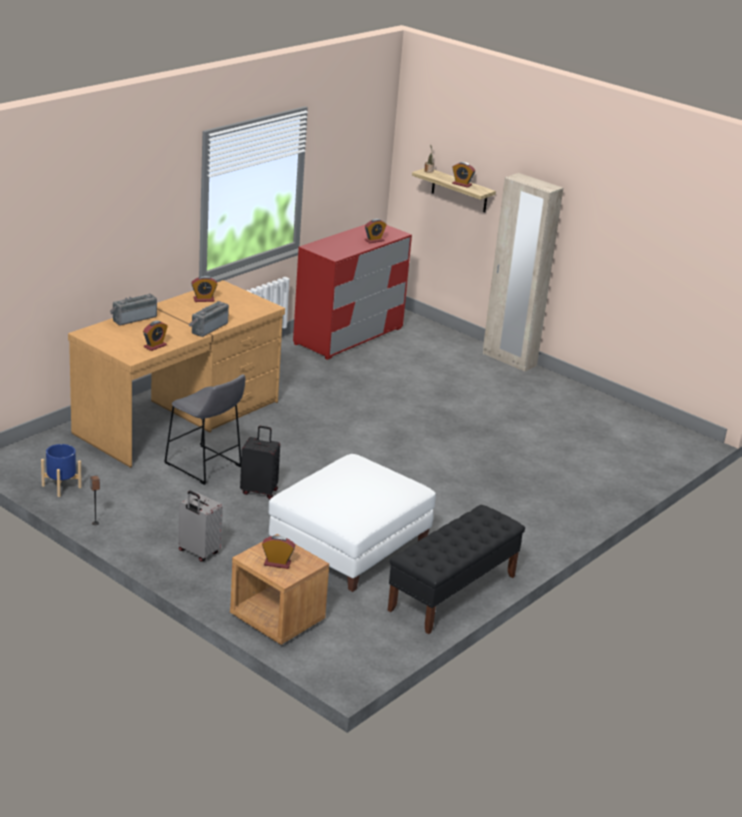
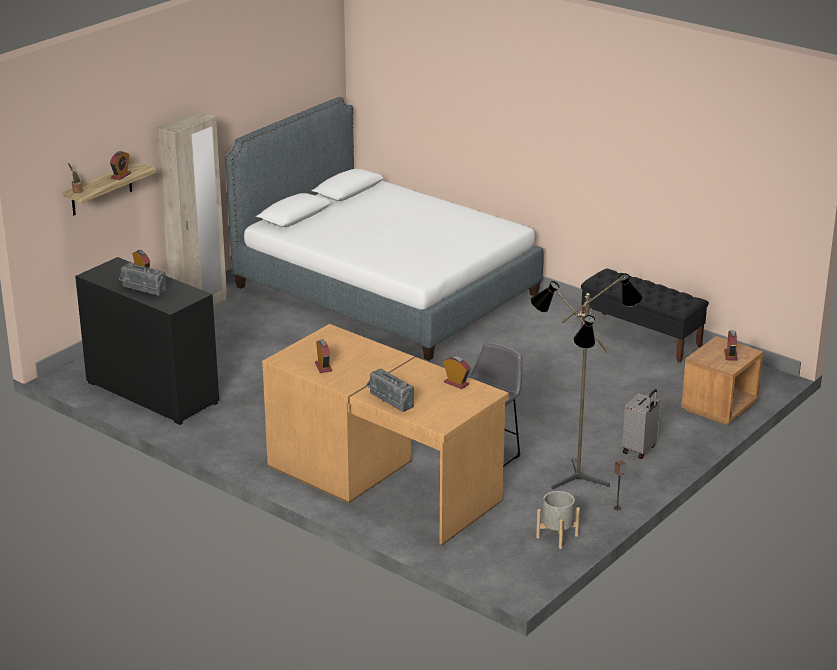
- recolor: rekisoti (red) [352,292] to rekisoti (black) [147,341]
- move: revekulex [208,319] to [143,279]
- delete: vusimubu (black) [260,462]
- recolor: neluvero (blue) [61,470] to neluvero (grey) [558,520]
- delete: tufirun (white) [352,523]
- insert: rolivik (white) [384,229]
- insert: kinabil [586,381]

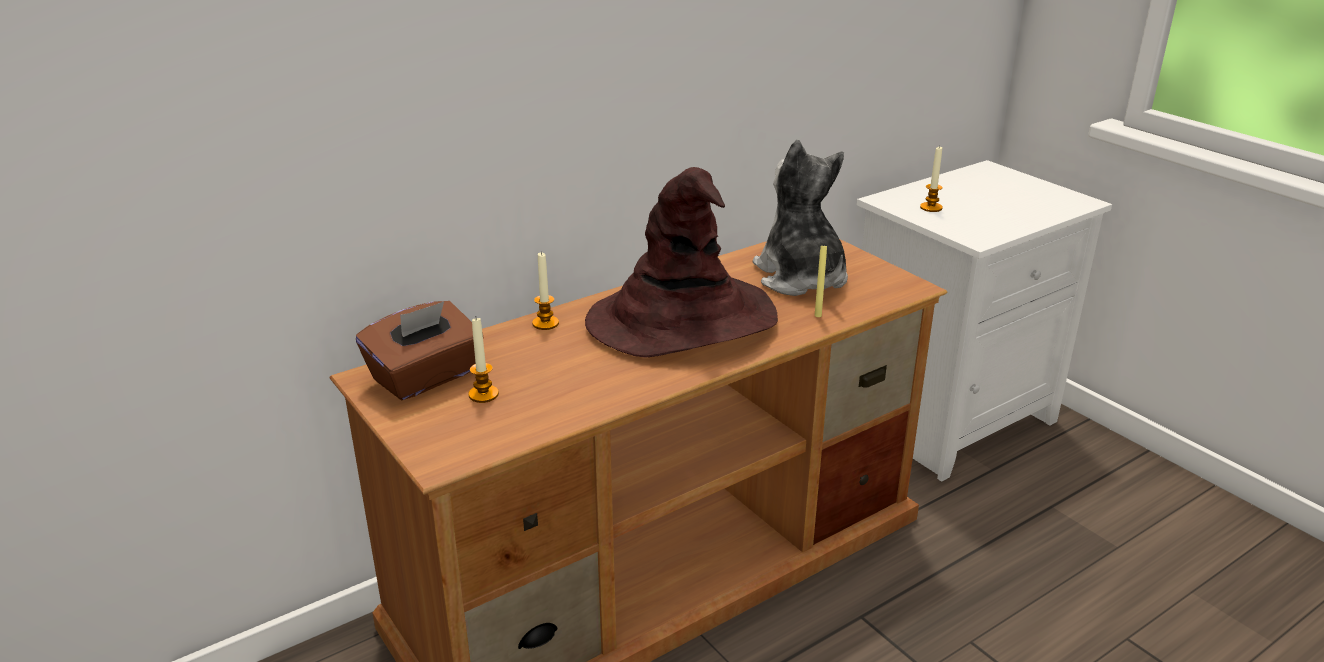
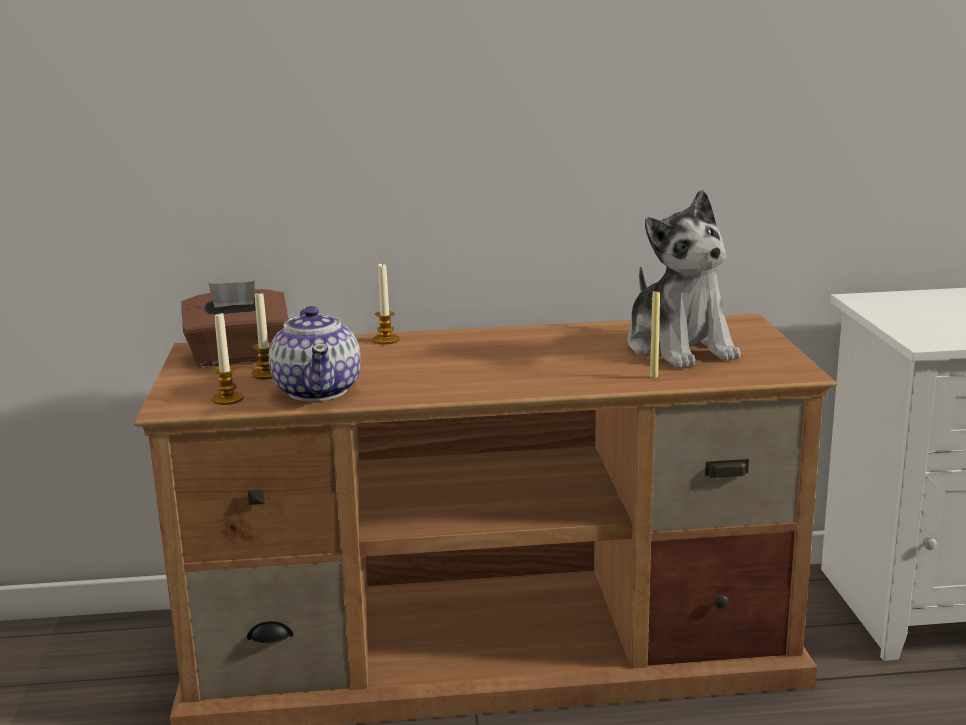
- rotate: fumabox [800,217] = [684,279] 150 degrees clockwise
- move: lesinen [931,178] to [227,358]
- delete: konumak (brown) [681,262]
- insert: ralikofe [315,353]

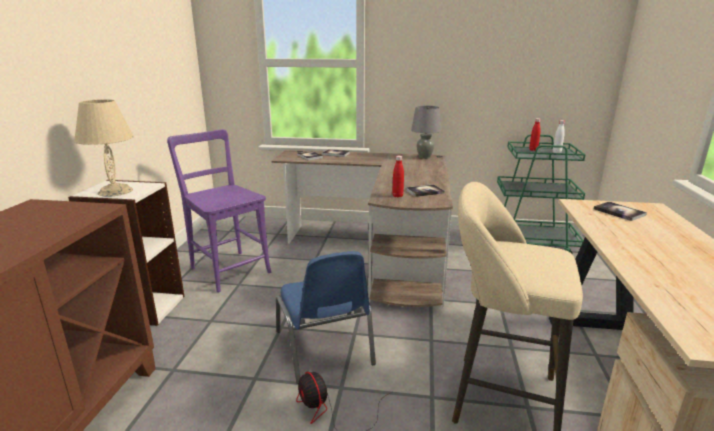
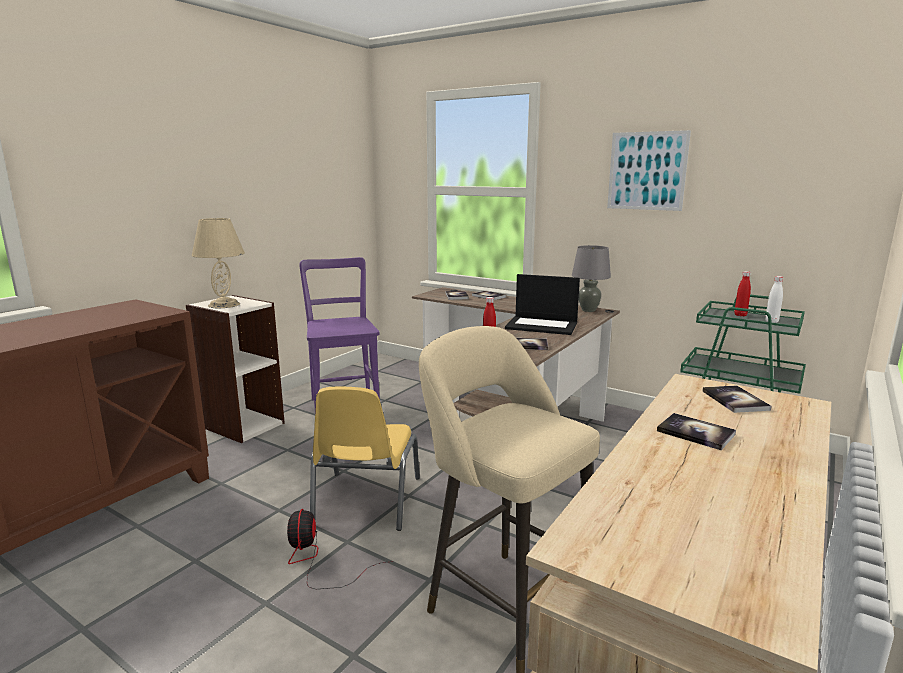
- recolor: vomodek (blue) [326,317] to vomodek (yellow) [365,459]
- insert: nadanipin [649,170]
- insert: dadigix [542,304]
- insert: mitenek [696,431]

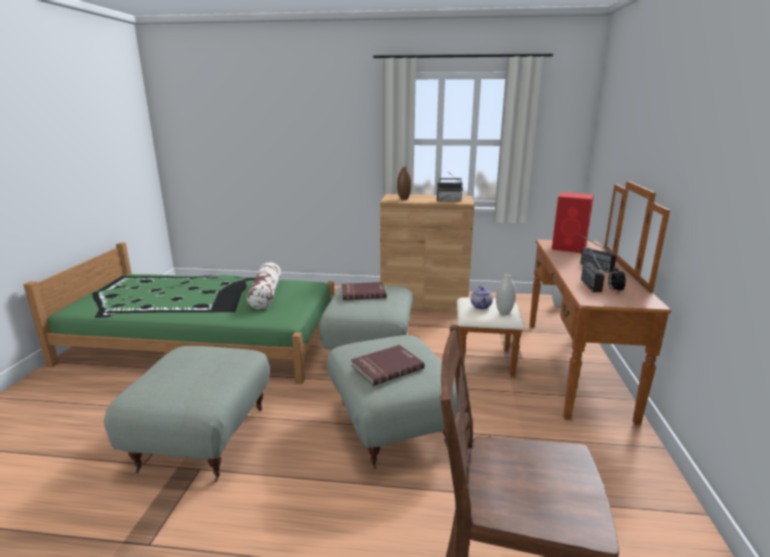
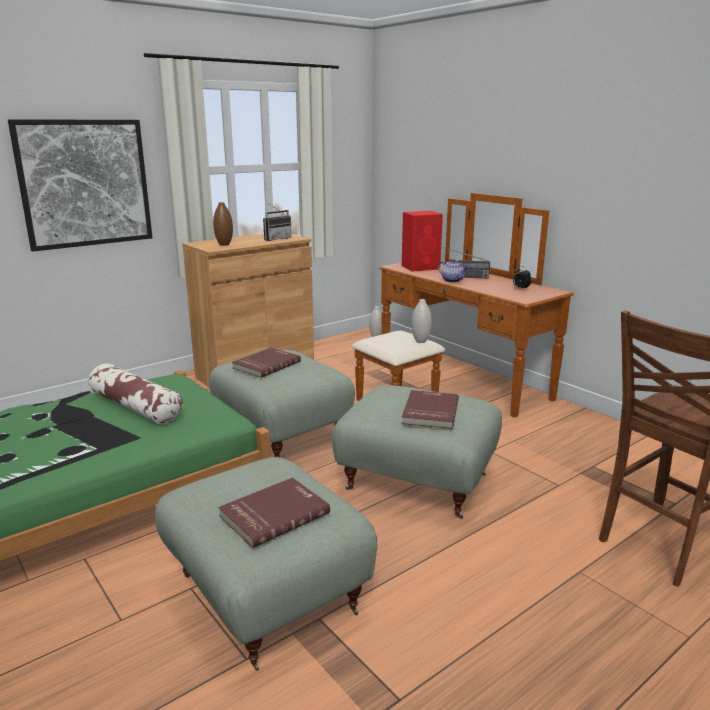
- delete: revekulex [593,268]
- move: ralikofe [482,297] to [453,271]
- insert: nadanipin [80,186]
- insert: mitenek (red) [274,512]

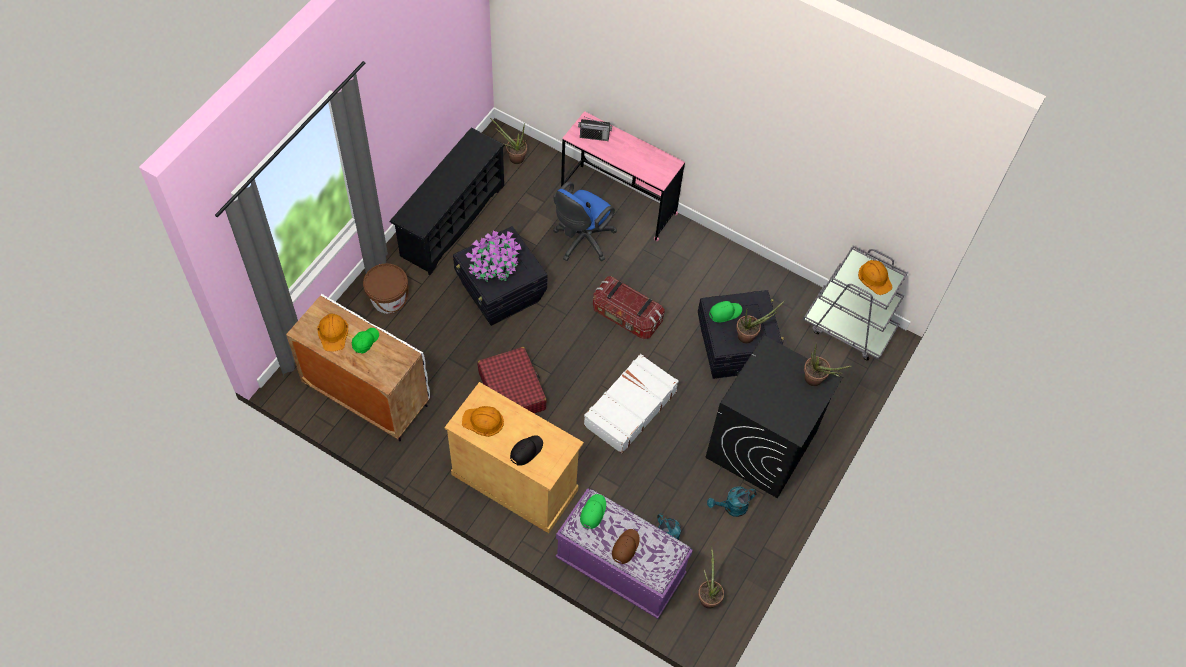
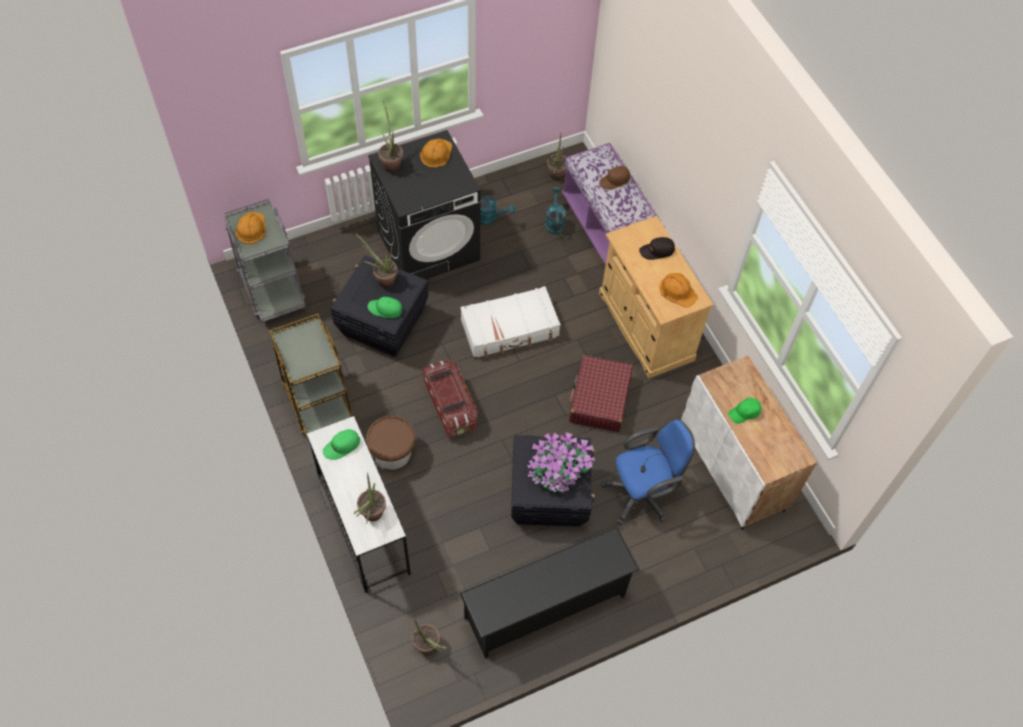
- recolor: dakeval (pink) [623,176] to dakeval (white) [359,504]
- replace: revekulex [595,129] to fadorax [370,498]
- move: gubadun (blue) [585,221] to [648,472]
- move: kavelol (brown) [386,288] to [390,442]
- move: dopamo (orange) [332,332] to [436,153]
- move: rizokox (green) [593,511] to [341,444]
- insert: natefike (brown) [311,376]

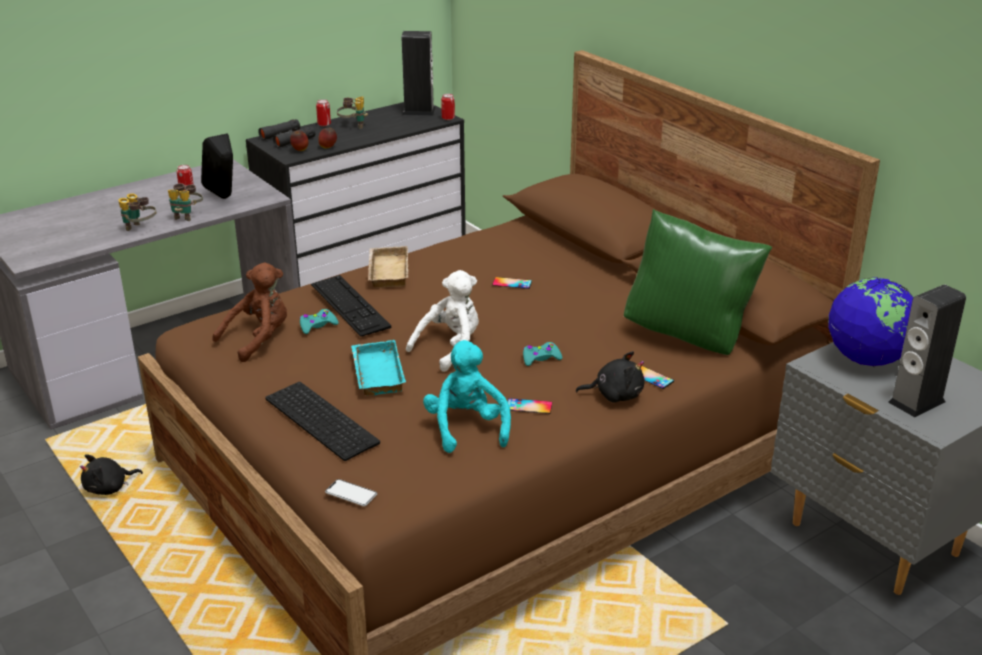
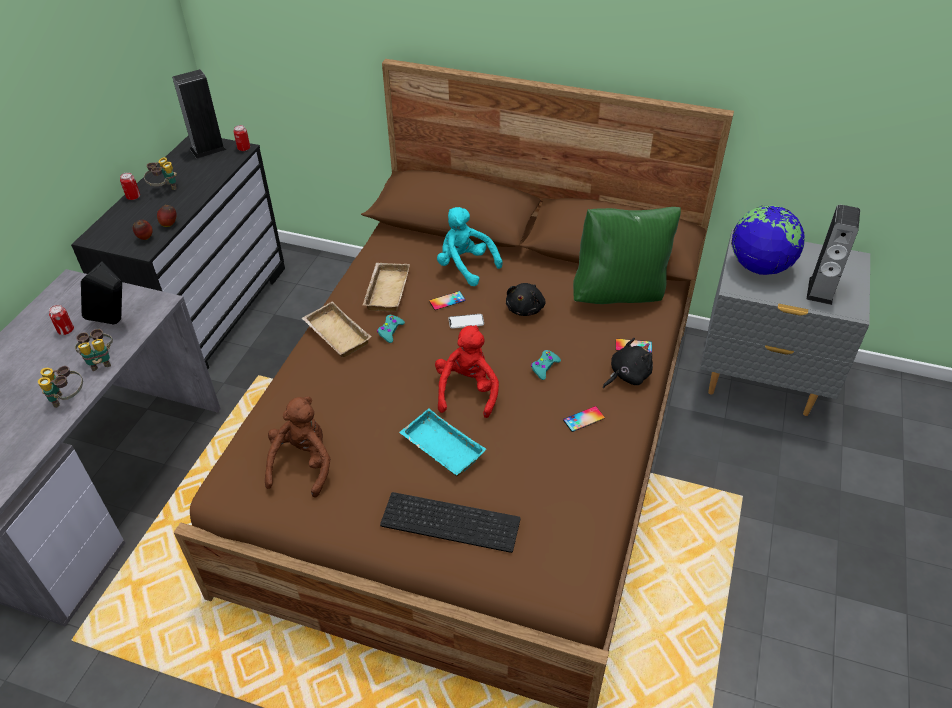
- delete: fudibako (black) [286,133]
- recolor: fumabox (white) [442,321] to fumabox (red) [467,371]
- delete: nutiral [351,306]
- move: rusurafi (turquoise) [319,321] to [391,329]
- move: fumabox (turquoise) [467,396] to [470,246]
- move: fumabox (black) [111,474] to [526,299]
- move: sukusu [351,492] to [466,321]
- insert: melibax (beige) [386,287]

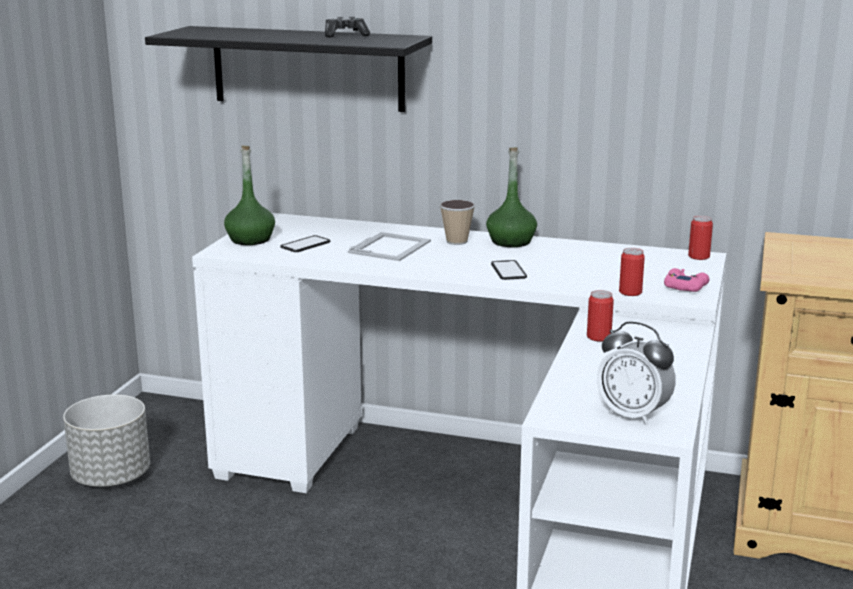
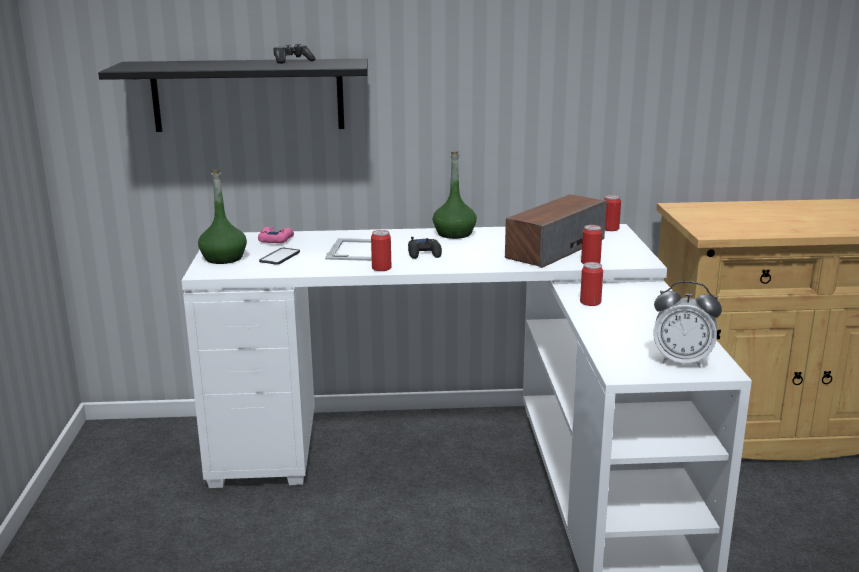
- delete: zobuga [457,222]
- delete: sukusu [509,270]
- move: rusurafi (pink) [686,280] to [276,235]
- delete: neluvero (grey) [106,441]
- insert: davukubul [556,231]
- insert: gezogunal [381,250]
- insert: rusurafi (black) [425,248]

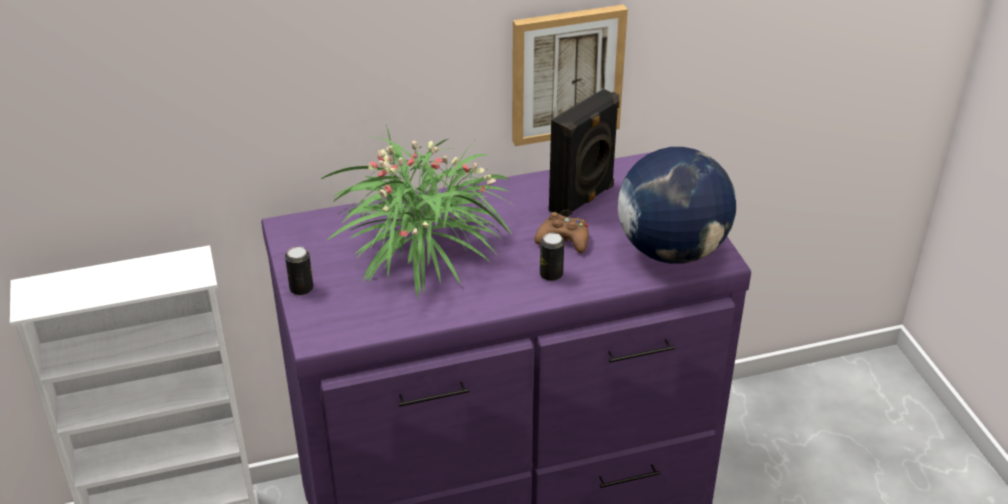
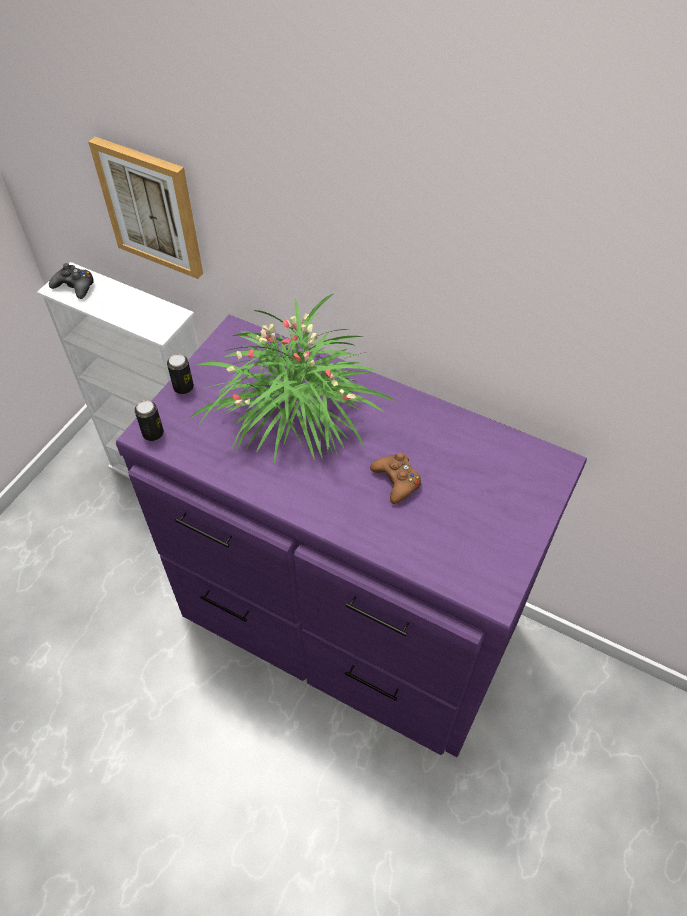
- move: nadanipin [570,75] to [145,208]
- delete: davukubul (black) [584,153]
- delete: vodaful [677,205]
- move: gezogunal [552,257] to [149,420]
- insert: rusurafi (black) [71,281]

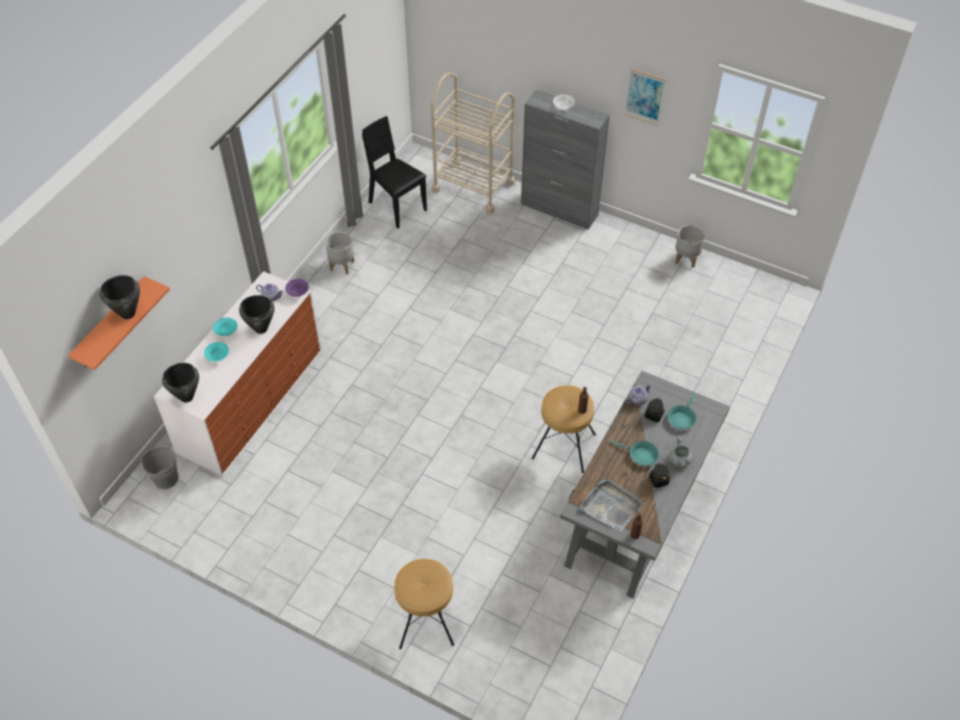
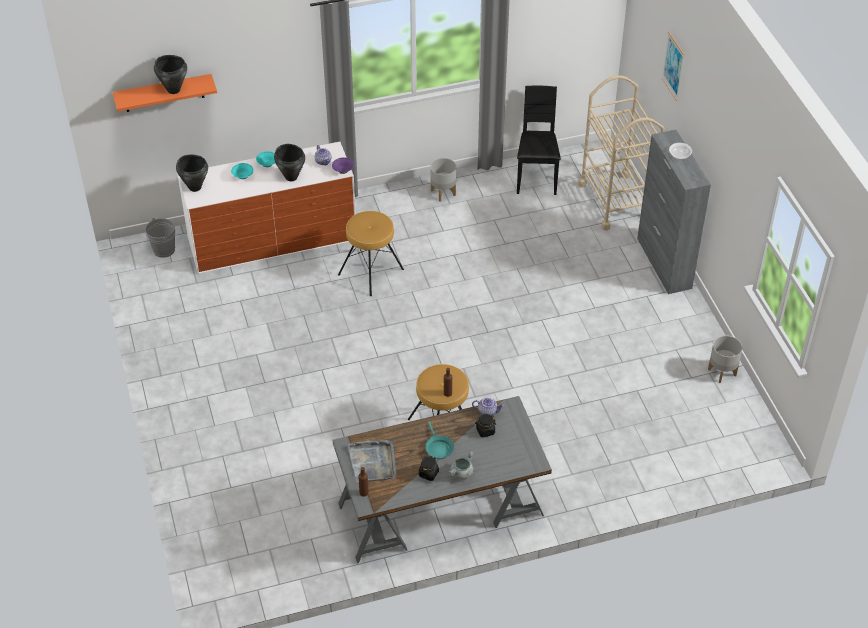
- move: nadanipin [645,97] to [673,66]
- delete: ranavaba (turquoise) [682,411]
- move: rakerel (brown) [424,604] to [371,253]

